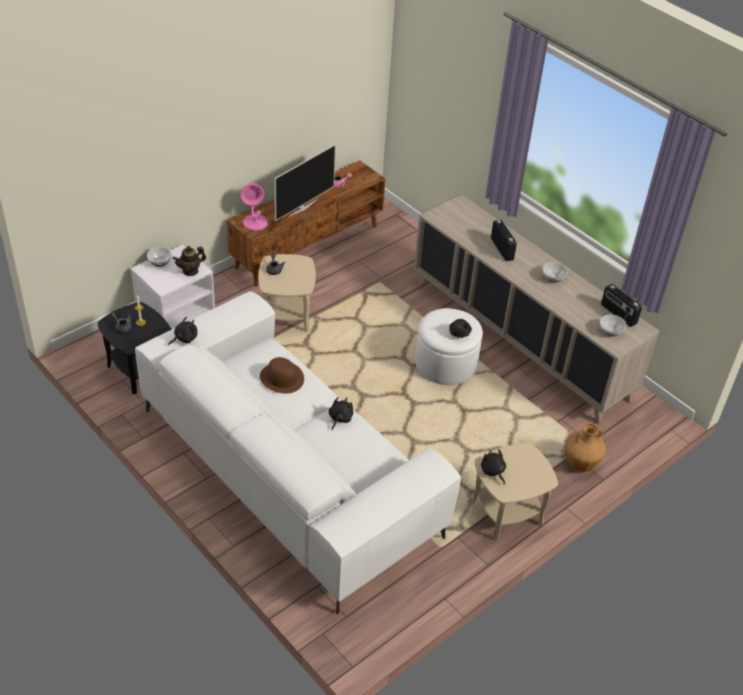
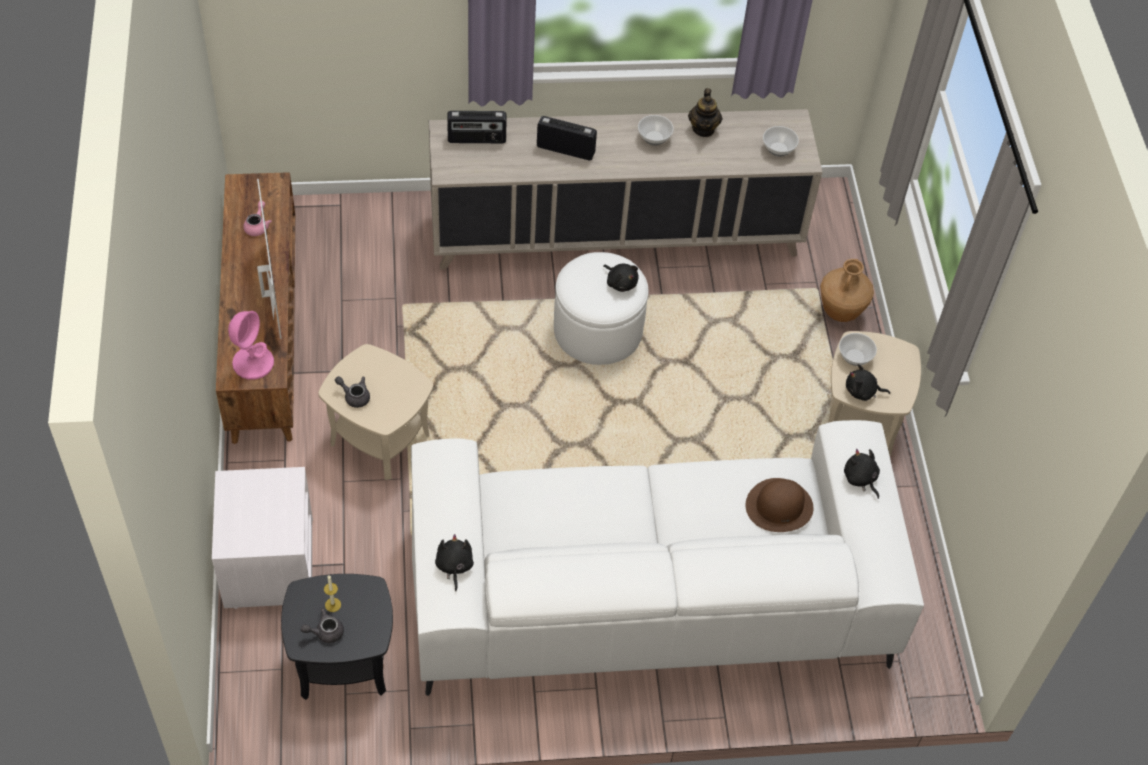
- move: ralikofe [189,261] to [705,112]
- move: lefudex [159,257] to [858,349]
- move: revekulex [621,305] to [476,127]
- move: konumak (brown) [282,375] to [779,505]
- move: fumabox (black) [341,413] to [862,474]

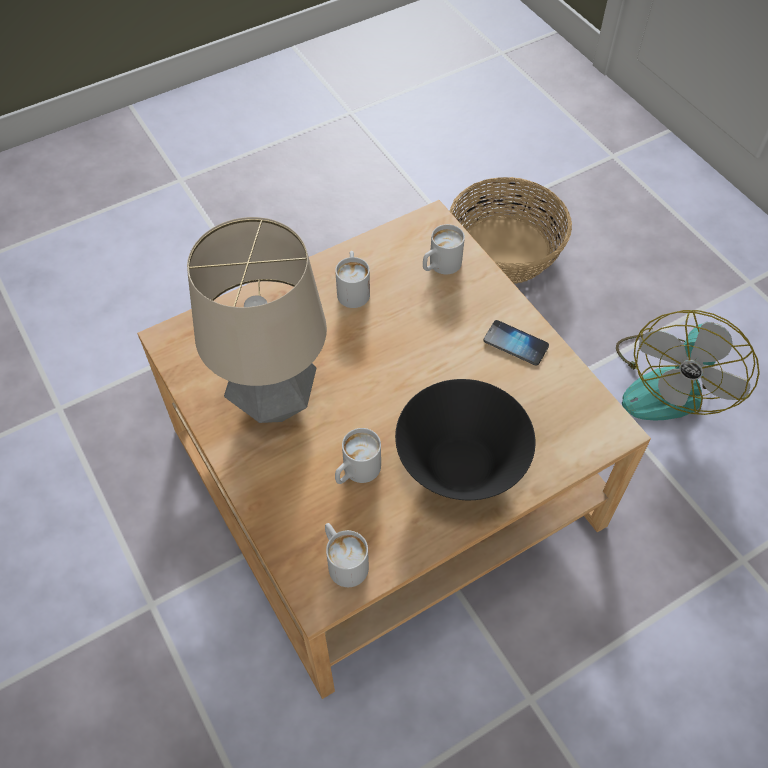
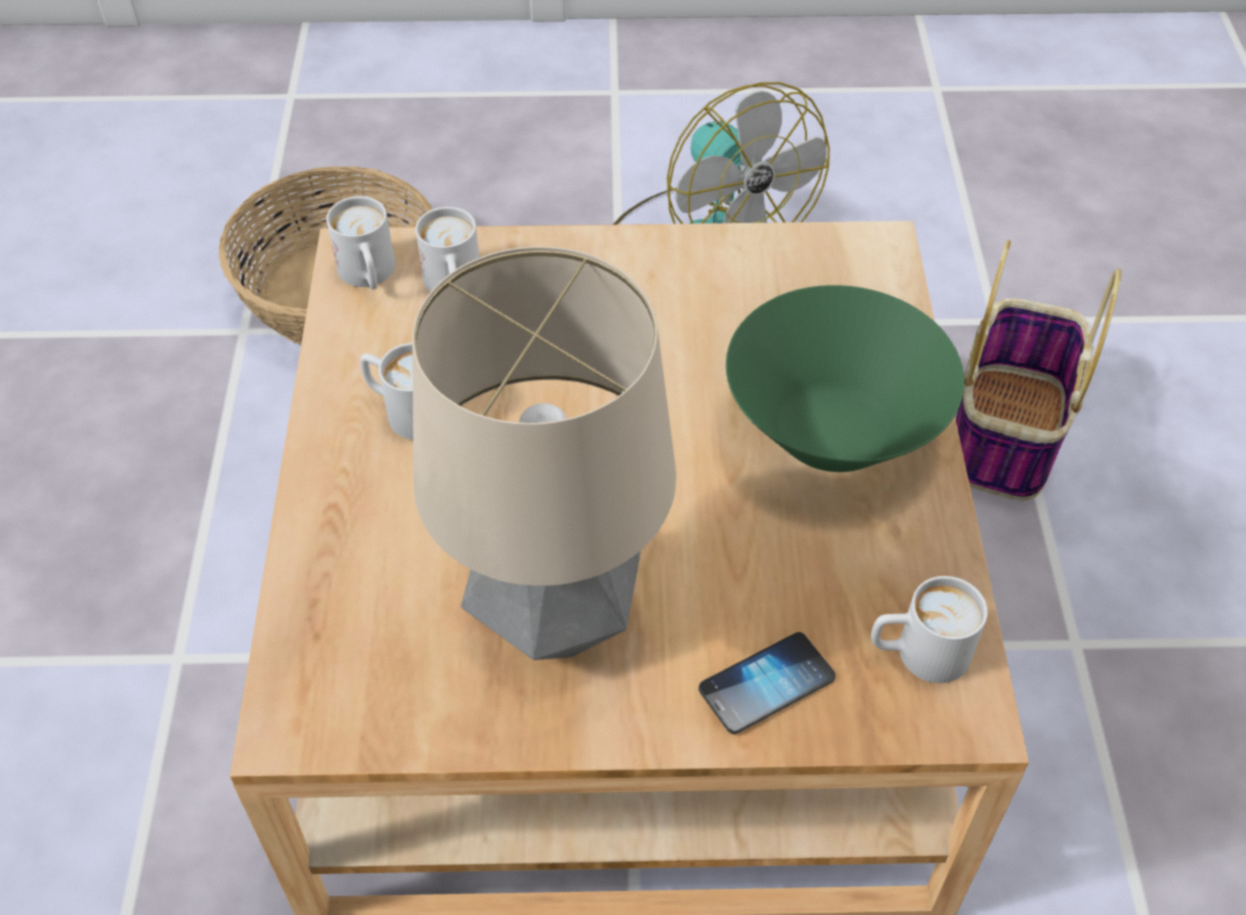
- move: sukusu [516,343] to [766,683]
- recolor: lefudex (black) [465,439] to lefudex (green) [845,378]
- move: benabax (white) [358,456] to [360,243]
- insert: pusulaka [1038,370]

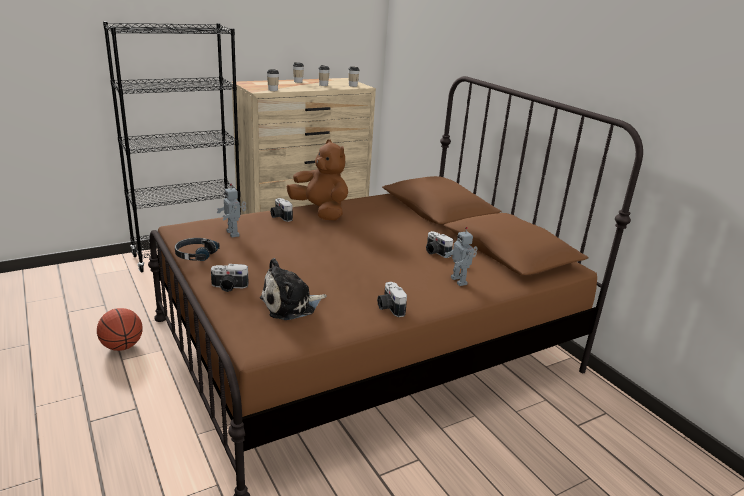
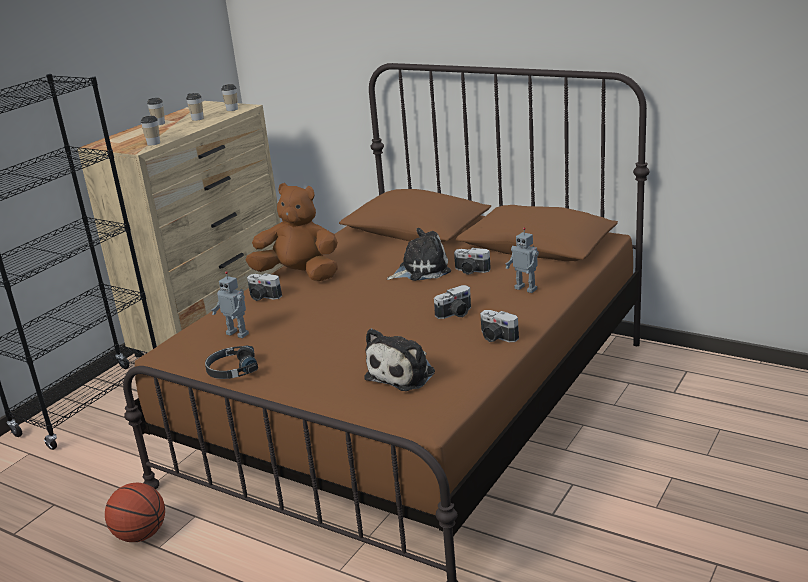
- move: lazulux [230,278] to [452,302]
- insert: fumabox [419,254]

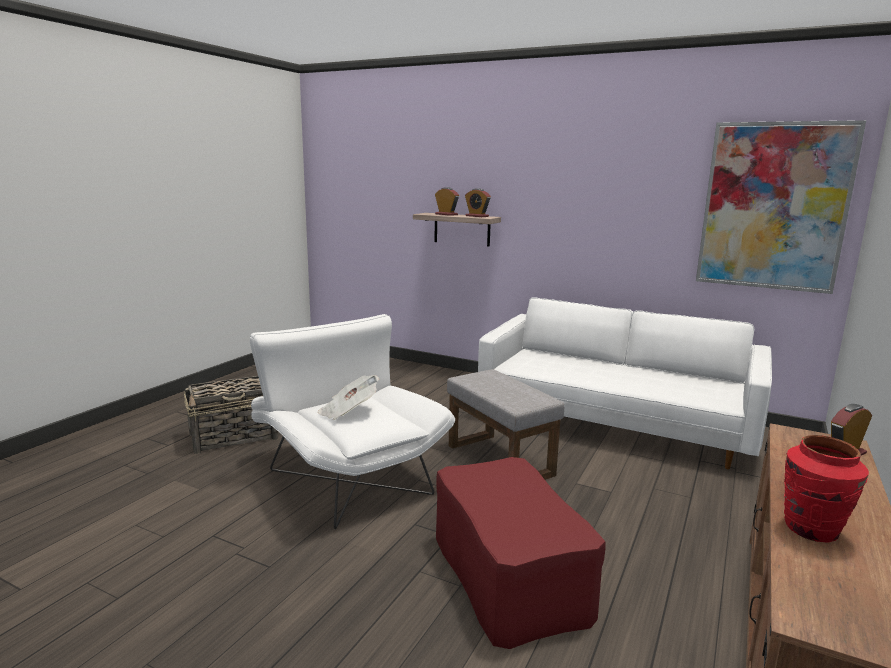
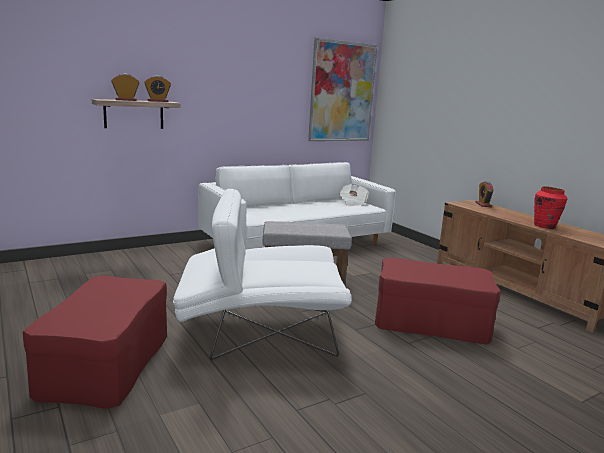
- move: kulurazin [348,397] to [354,194]
- replace: pusulaka [231,415] to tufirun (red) [95,342]

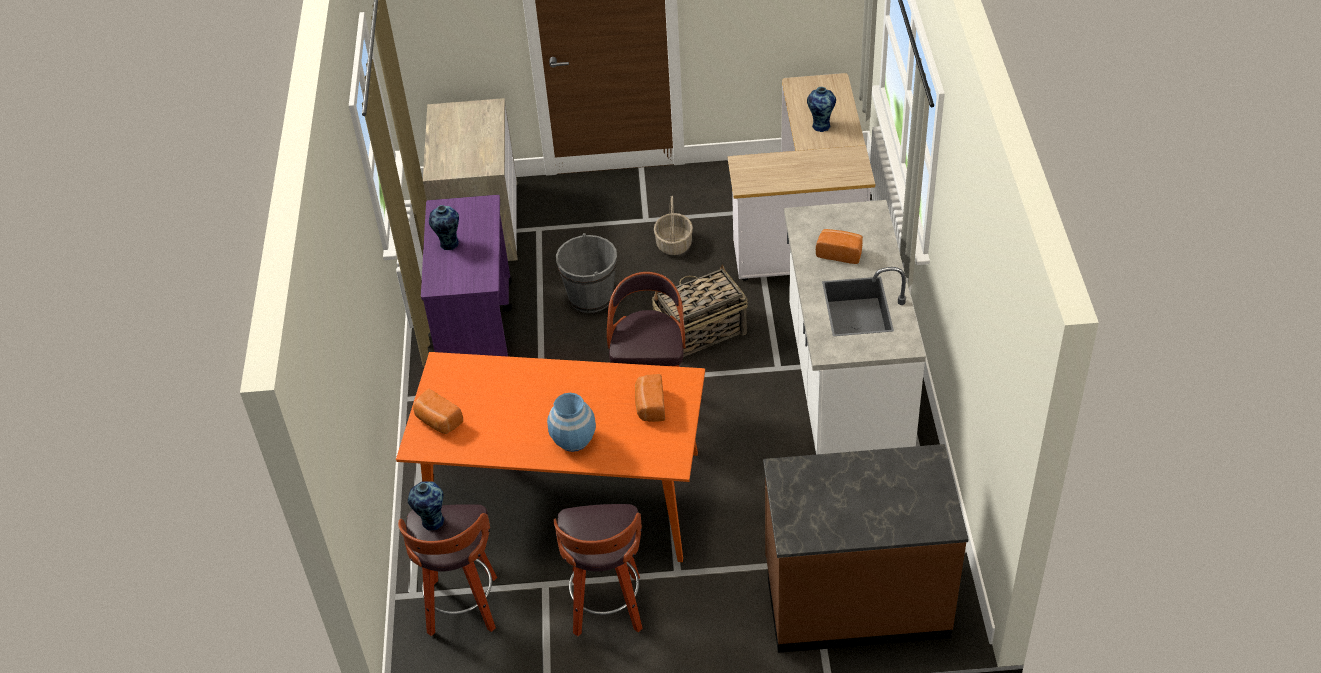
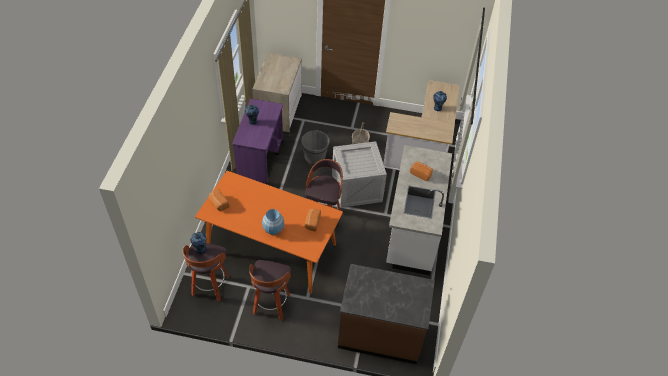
- replace: pusulaka [700,310] to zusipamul [359,174]

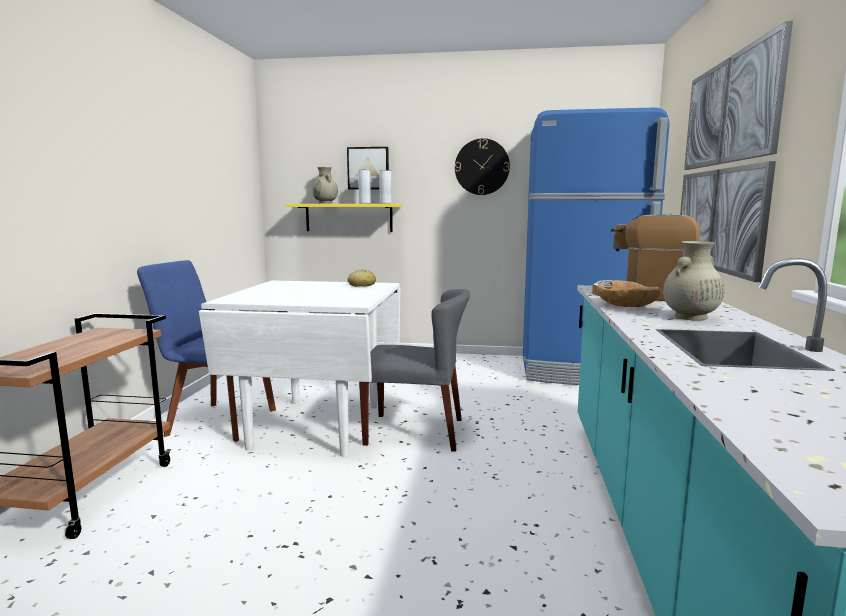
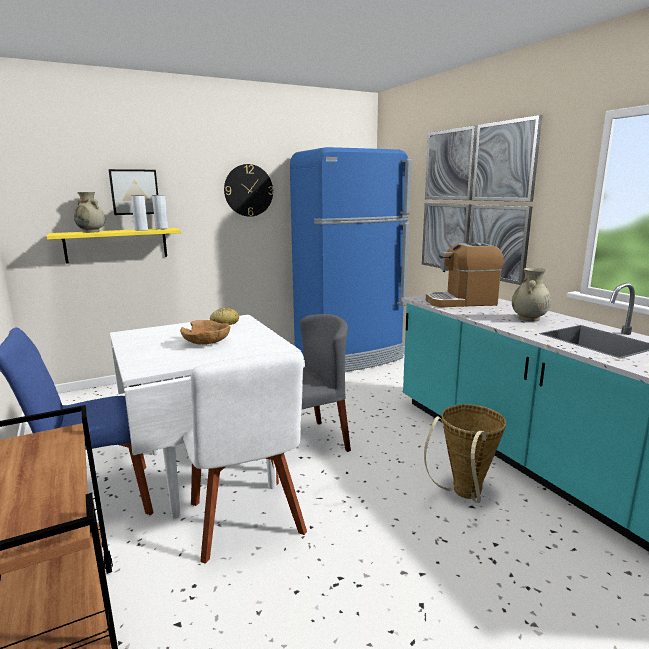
- move: lefudex (brown) [629,293] to [205,332]
- insert: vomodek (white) [245,457]
- insert: pusulaka [465,453]

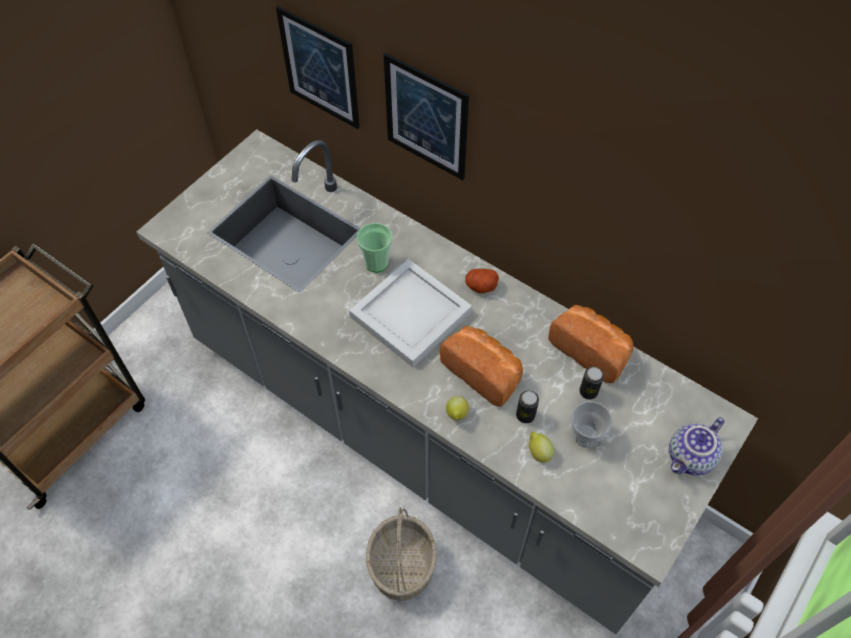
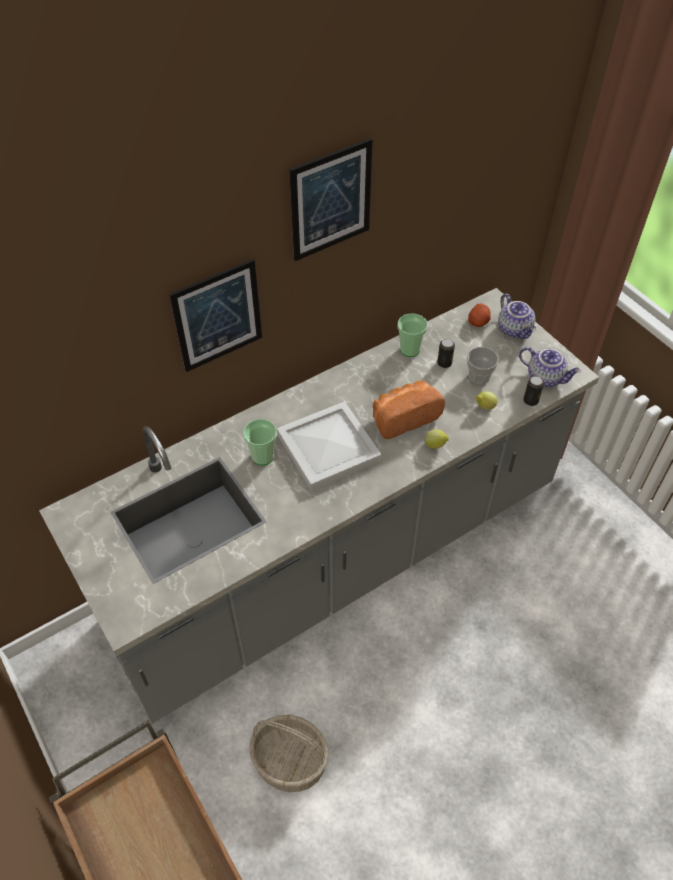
- move: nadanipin [318,67] to [331,199]
- move: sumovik [482,281] to [479,315]
- replace: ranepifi [591,344] to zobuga [413,335]
- move: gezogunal [527,407] to [533,391]
- move: pusulaka [401,554] to [288,753]
- insert: ralikofe [550,367]

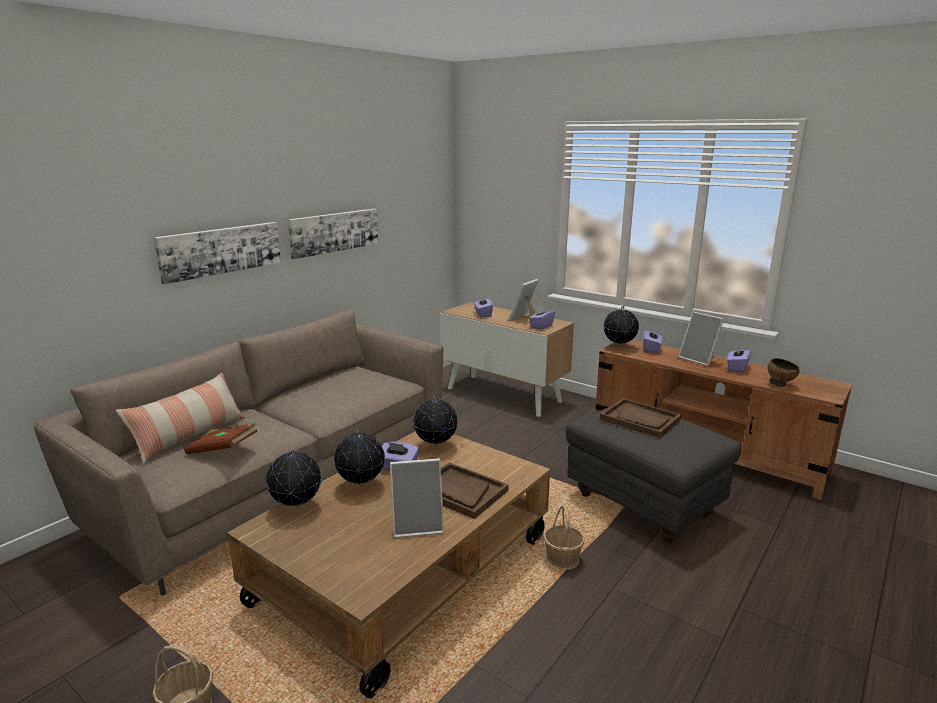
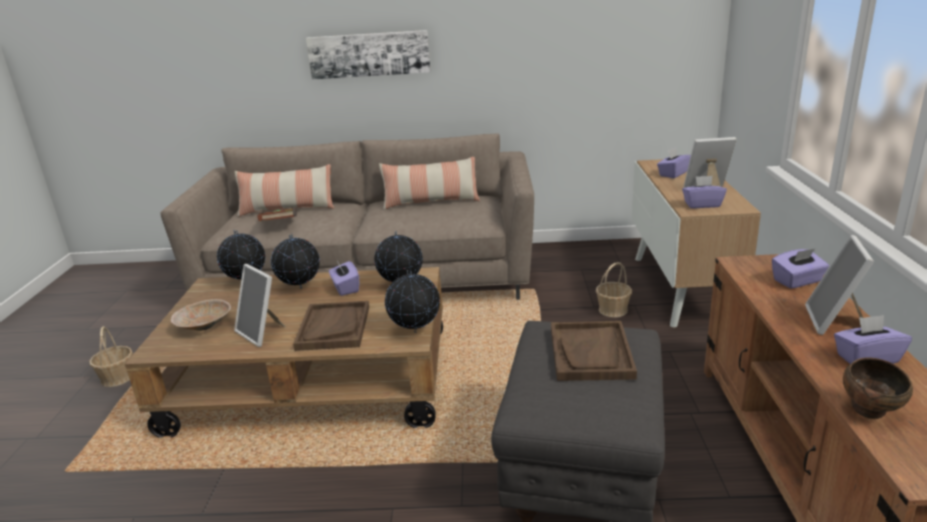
- delete: nadanipin [333,234]
- move: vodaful [621,327] to [412,301]
- move: pusulaka [564,537] to [614,289]
- insert: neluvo [429,183]
- insert: lefudex (beige) [200,315]

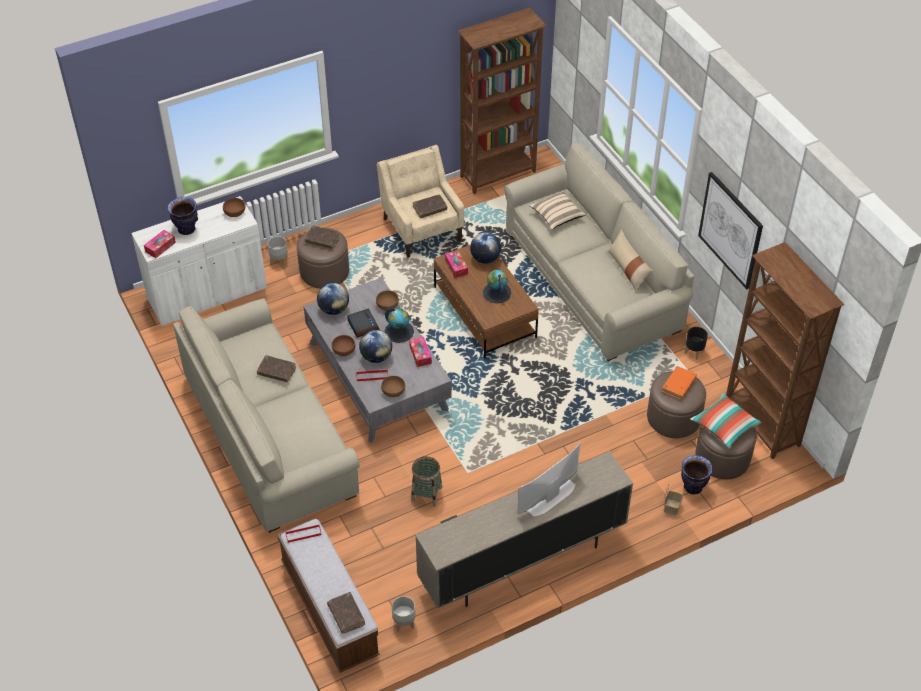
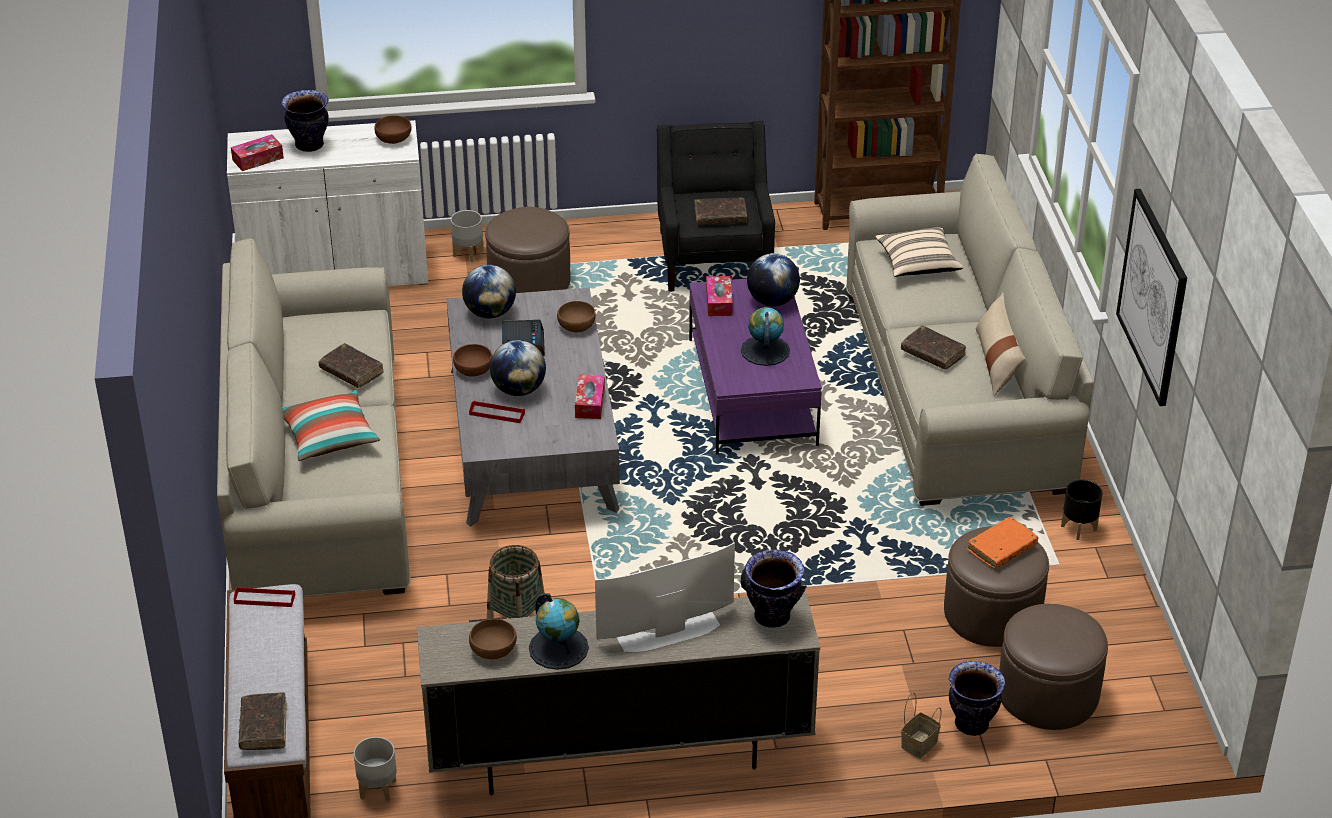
- recolor: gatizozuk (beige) [420,201] to gatizozuk (black) [715,206]
- move: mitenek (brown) [322,237] to [933,348]
- delete: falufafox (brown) [785,350]
- recolor: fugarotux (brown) [486,302] to fugarotux (purple) [755,366]
- move: vodaful [399,325] to [559,631]
- move: lefudex (brown) [393,386] to [493,639]
- move: neluvo [726,421] to [331,425]
- insert: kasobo [774,588]

